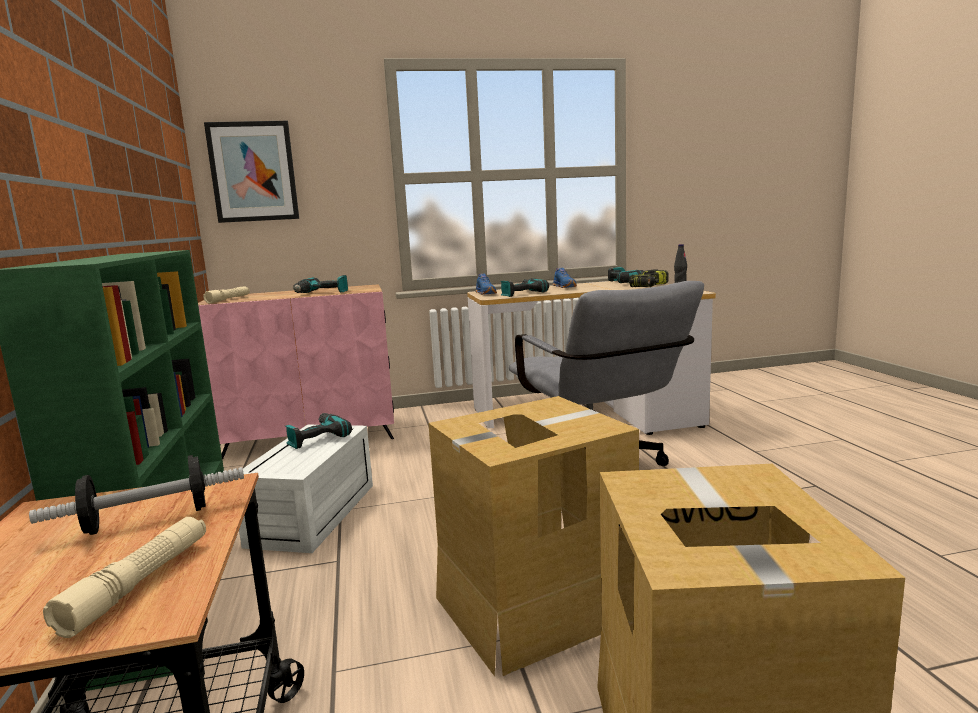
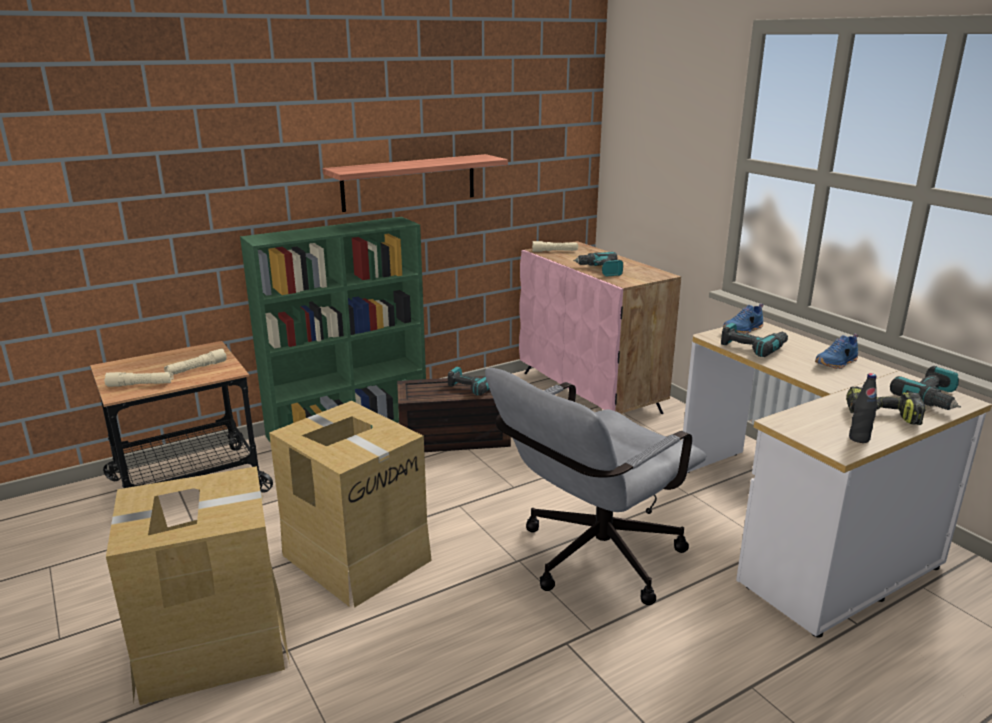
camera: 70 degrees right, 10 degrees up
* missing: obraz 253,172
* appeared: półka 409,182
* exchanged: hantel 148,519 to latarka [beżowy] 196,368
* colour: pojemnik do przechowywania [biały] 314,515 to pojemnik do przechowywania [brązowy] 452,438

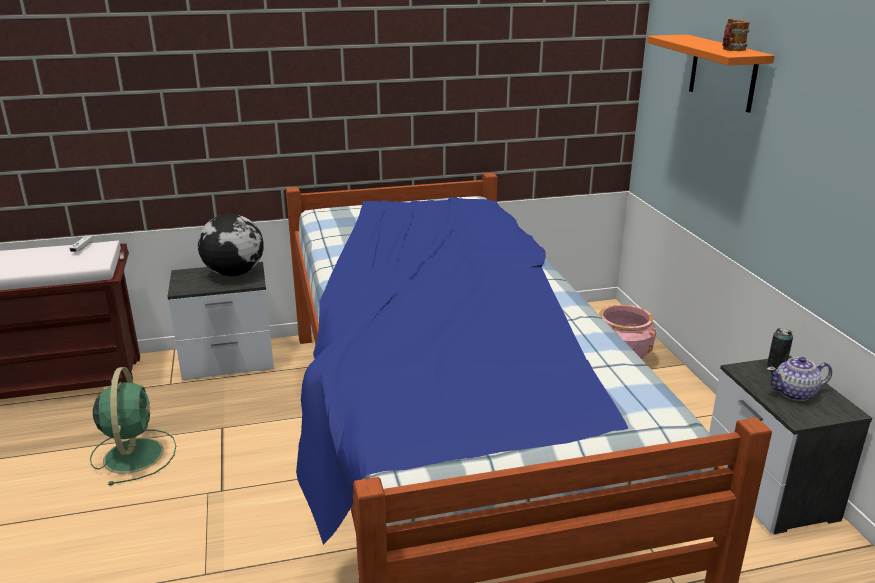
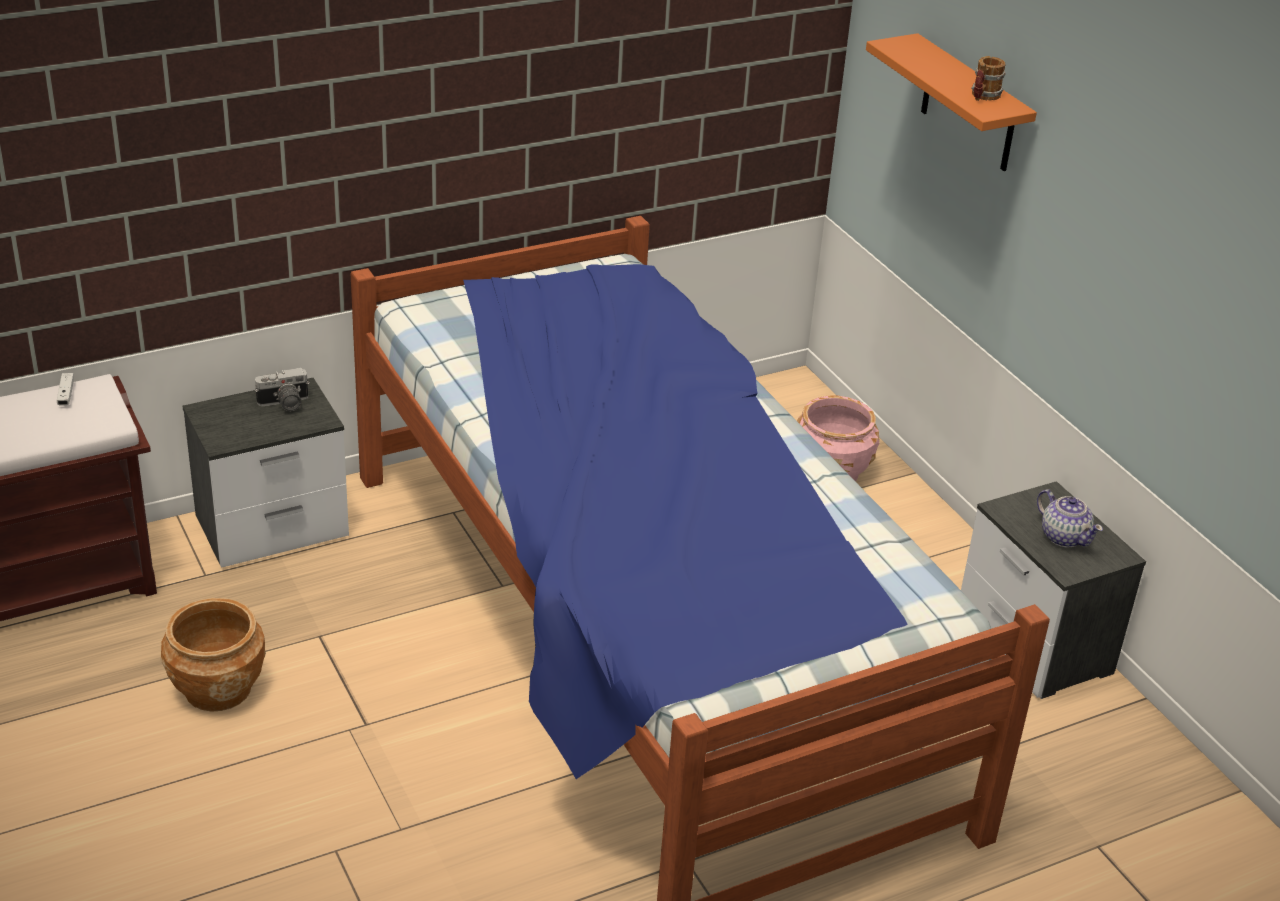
camera: 15 degrees left, 10 degrees up
* missing: puszka 776,367
* exchanged: wentylator [zielony] 134,454 to donica [brązowy] 217,688
* exchanged: globus 235,273 to aparat fotograficzny 284,404
* spun: imbryk 795,393 = 1064,536 105 degrees counterclockwise

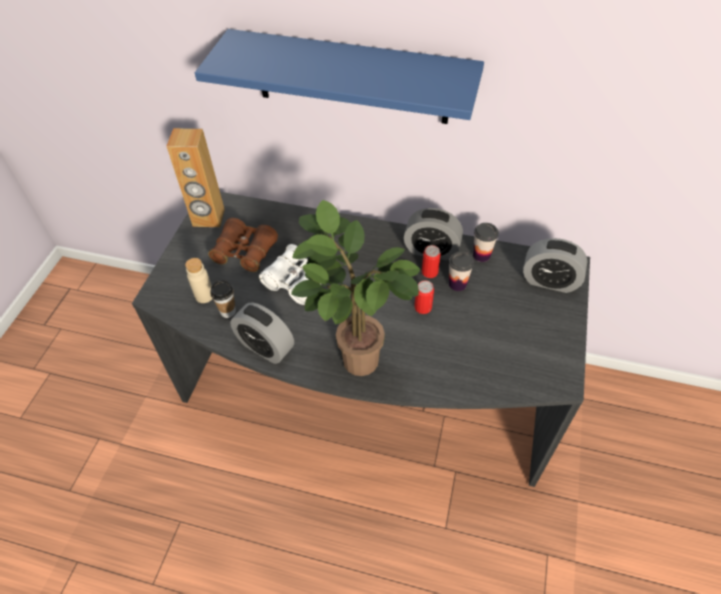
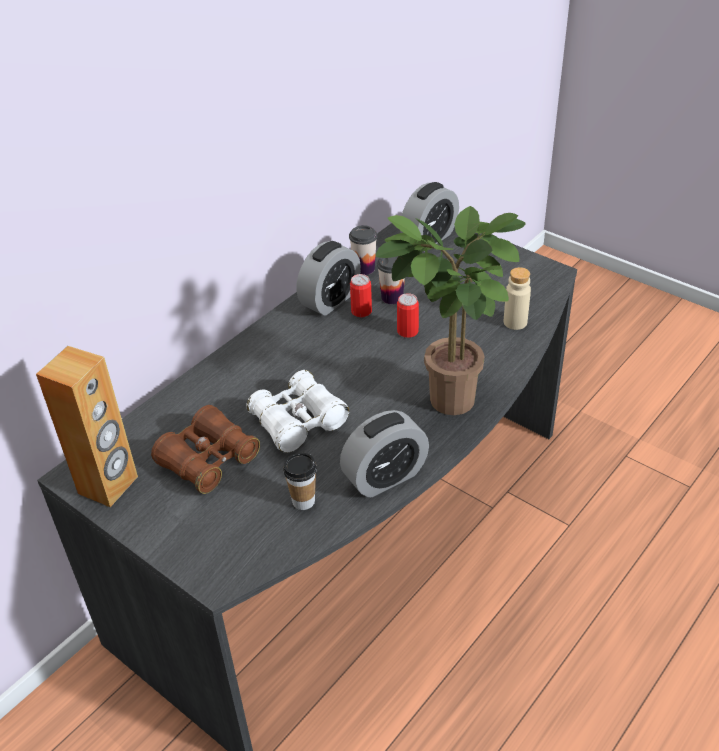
camera: 65 degrees left, 10 degrees down
* missing: półka [niebieski] 352,78
* relocated: butelka [beżowy] 204,296 to 515,322

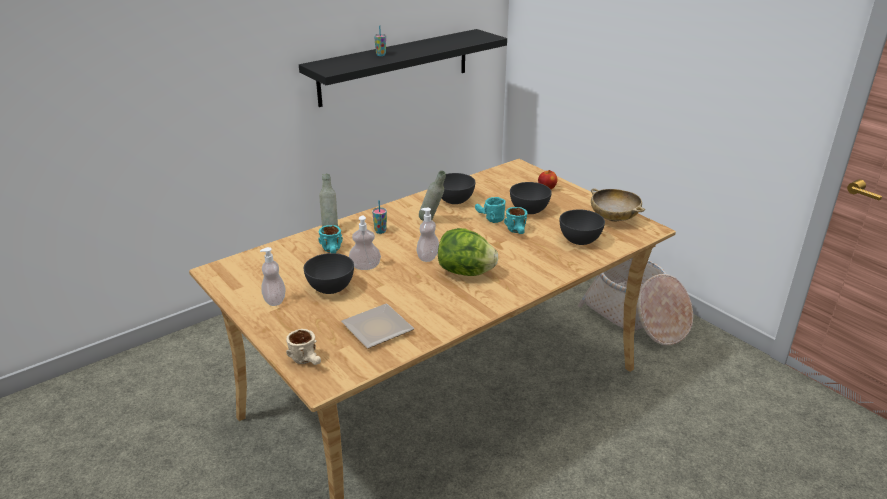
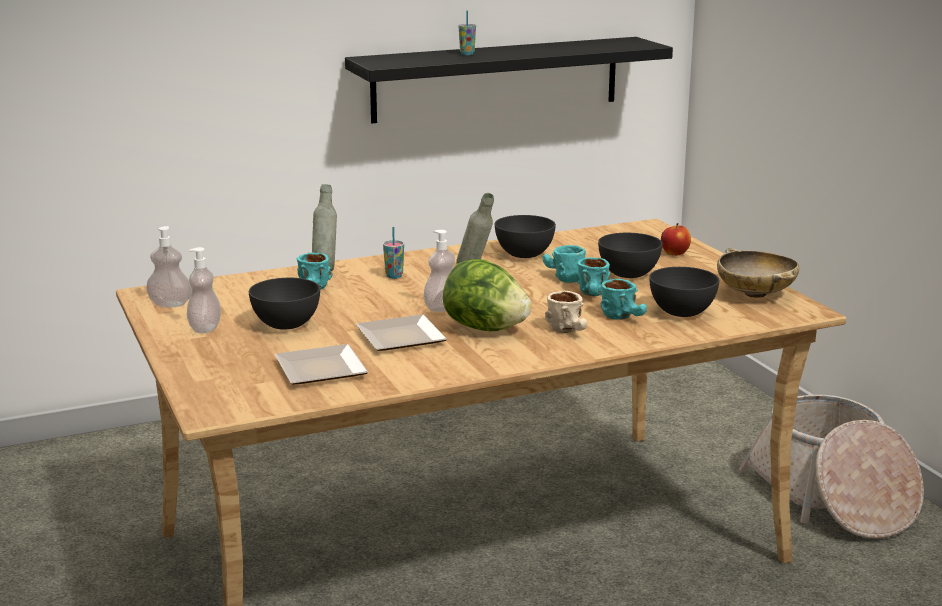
camera: 15 degrees right, 10 degrees down
* appeared: talerz 402,336
* appeared: kubek [turkusowy] 625,317
* relocated: kubek [beżowy] 309,361 to 570,331
* relocated: dozownik mydła 365,266 to 170,304

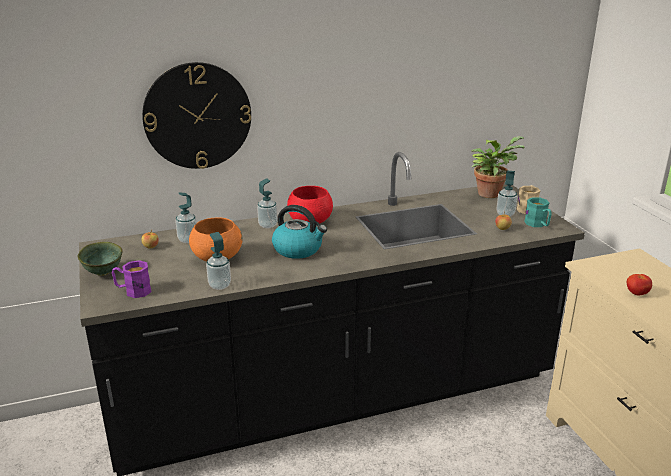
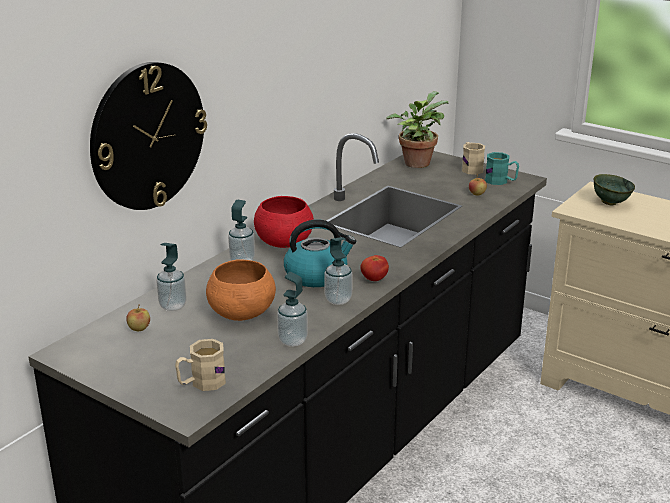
camera: 35 degrees left, 0 degrees up
* relocated: miska [zielony] 104,272 to 610,202
* relocated: dozownik mydła 505,214 to 338,300
* relocated: pomidor 636,293 to 374,279
* colour: kubek [fioletowy] 133,291 to kubek [beżowy] 201,383

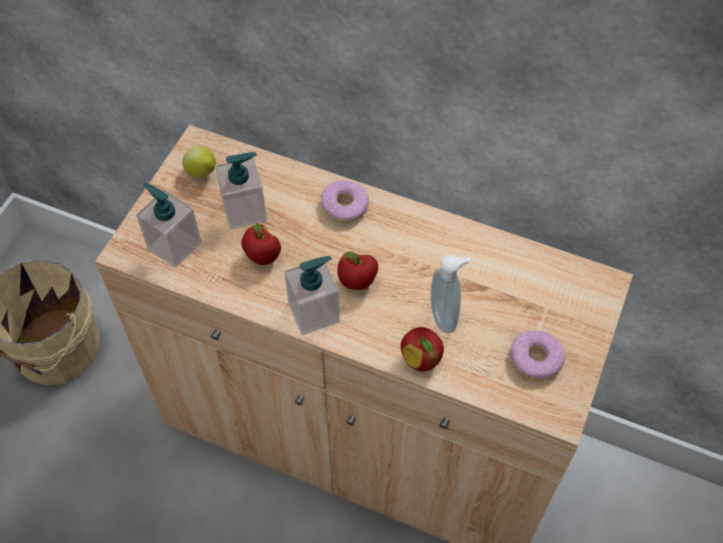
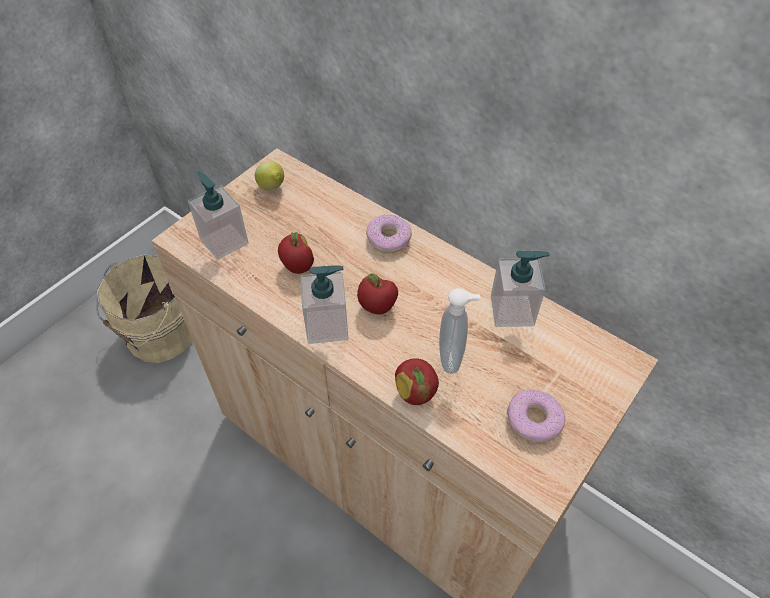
camera: 15 degrees right, 5 degrees down
* relocated: dozownik mydła 245,211 to 512,311

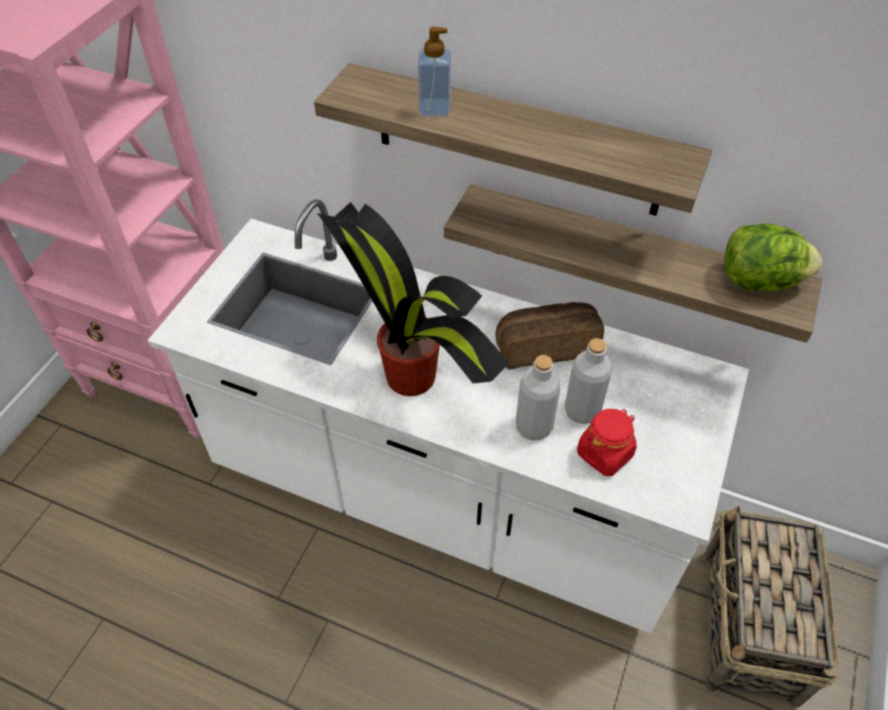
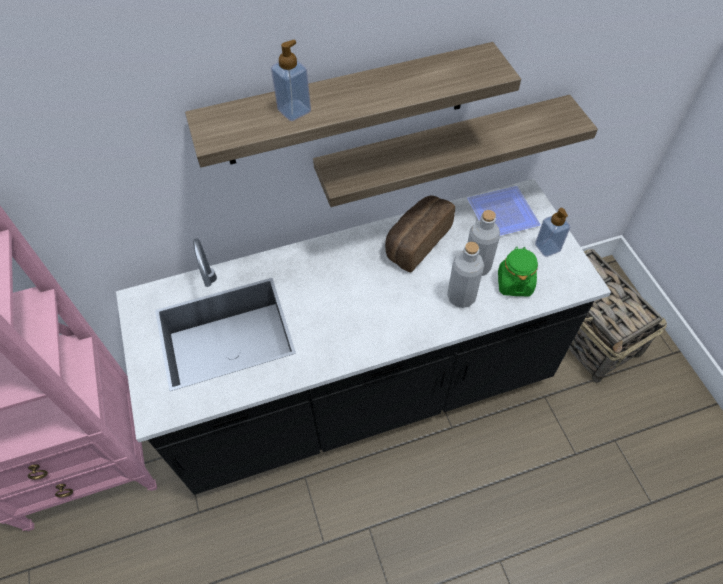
camera: 40 degrees left, 5 degrees up
* missing: roślina doniczkowa 412,378
* missing: sałata 759,281
* appeared: talerz 501,216
* appeared: dozownik mydła 547,247
* colour: zabudowa kuchenna [biały] 444,496 to zabudowa kuchenna [czarny] 364,392
* colour: słoik [czerwony] 604,453 to słoik [zielony] 514,283

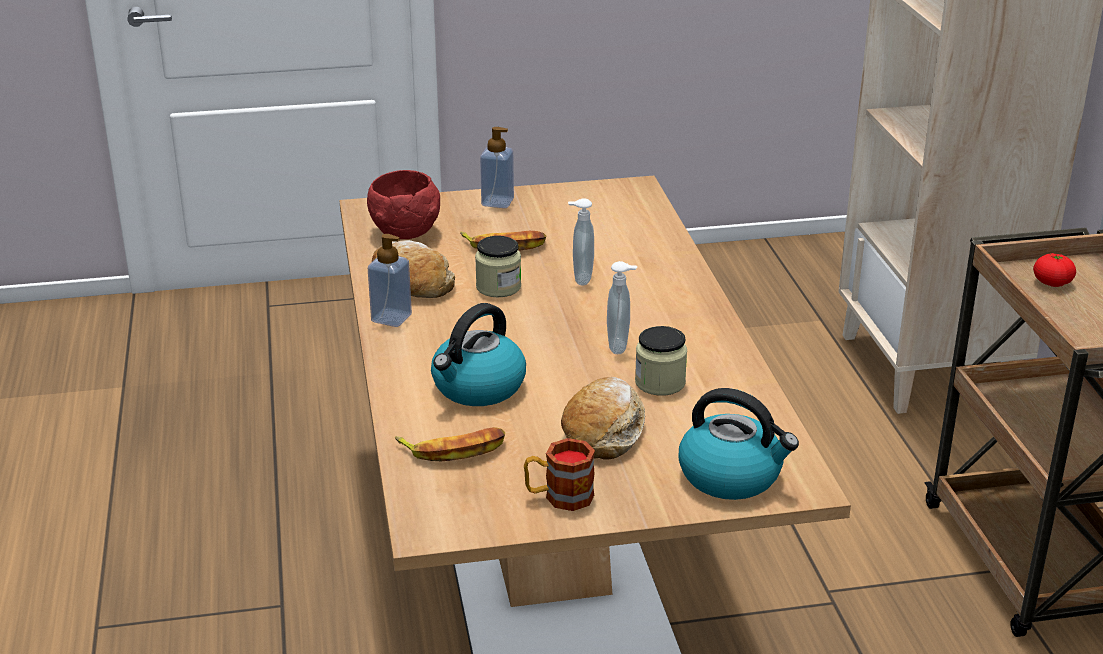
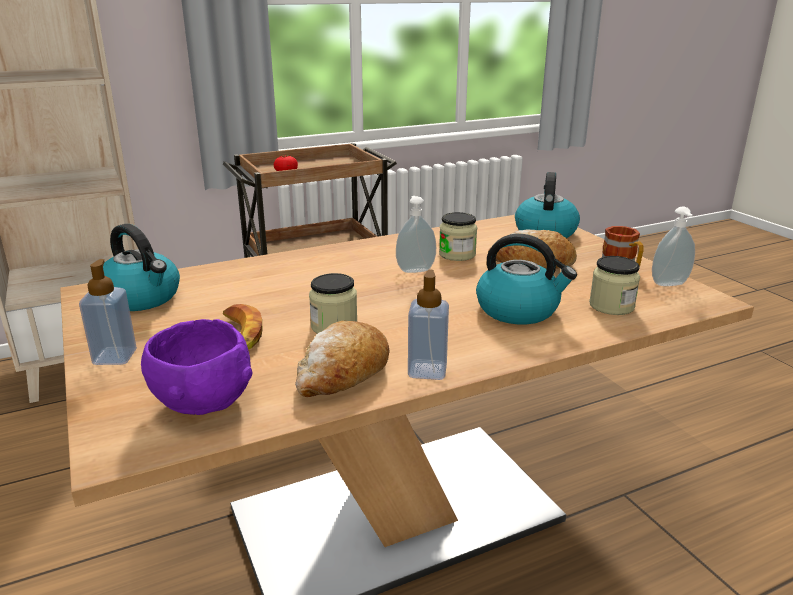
camera: 105 degrees left, 5 degrees down
* appeared: czajnik 142,298
* relocated: dozownik mydła 580,278 to 670,284
* exchanged: banan 454,449 to słoik 611,306
* colour: miska [czerwony] 405,232 to miska [fioletowy] 203,403

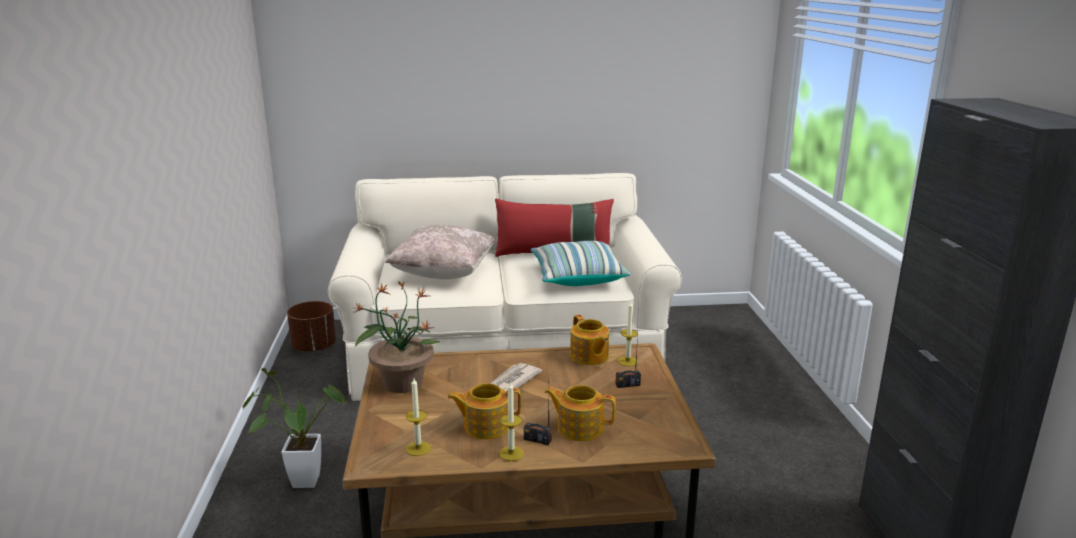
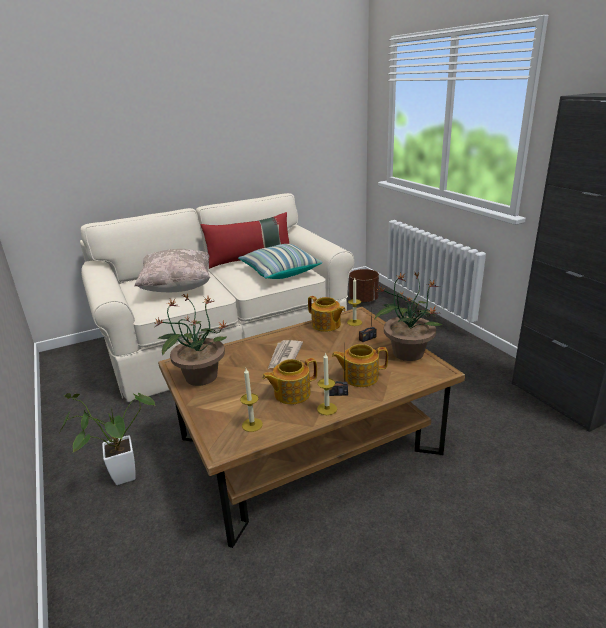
camera: 20 degrees left, 5 degrees up
* appeared: roślina doniczkowa 407,352
* relocated: donica [brązowy] 314,347 to 363,300

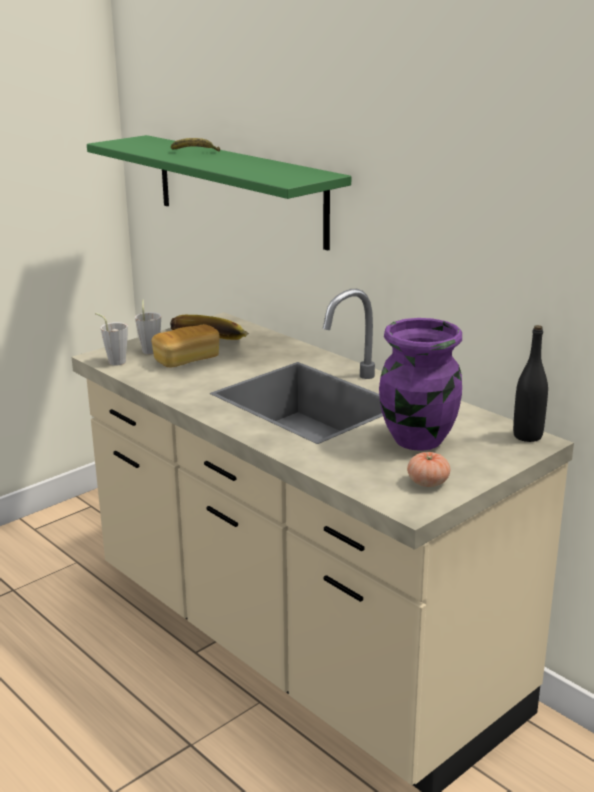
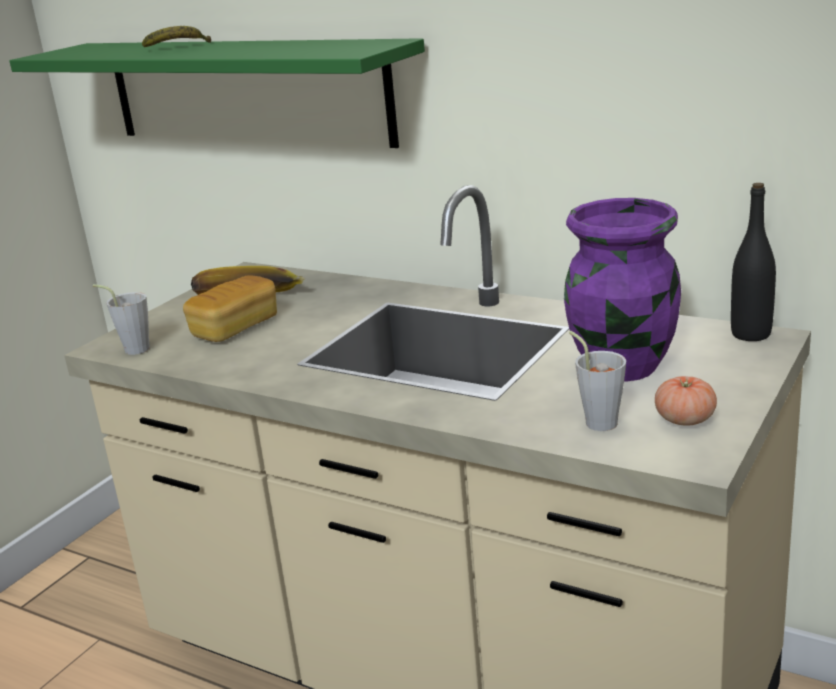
camera: 15 degrees left, 0 degrees up
* relocated: filiżanka [szary] 150,349 to 597,420

